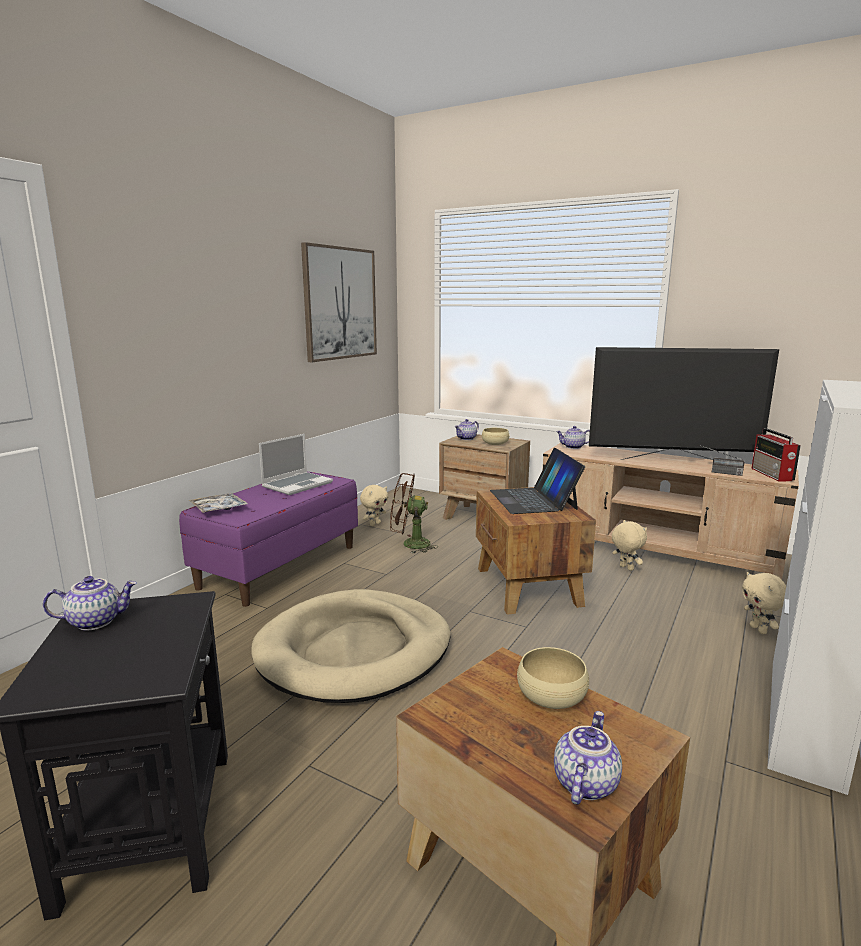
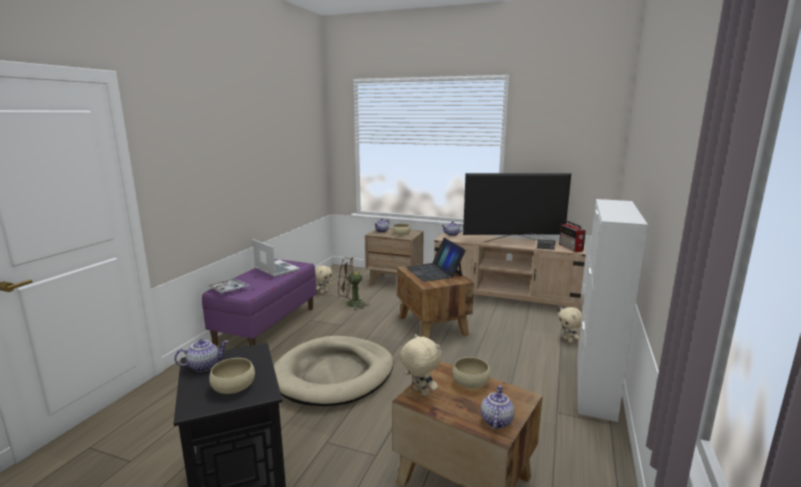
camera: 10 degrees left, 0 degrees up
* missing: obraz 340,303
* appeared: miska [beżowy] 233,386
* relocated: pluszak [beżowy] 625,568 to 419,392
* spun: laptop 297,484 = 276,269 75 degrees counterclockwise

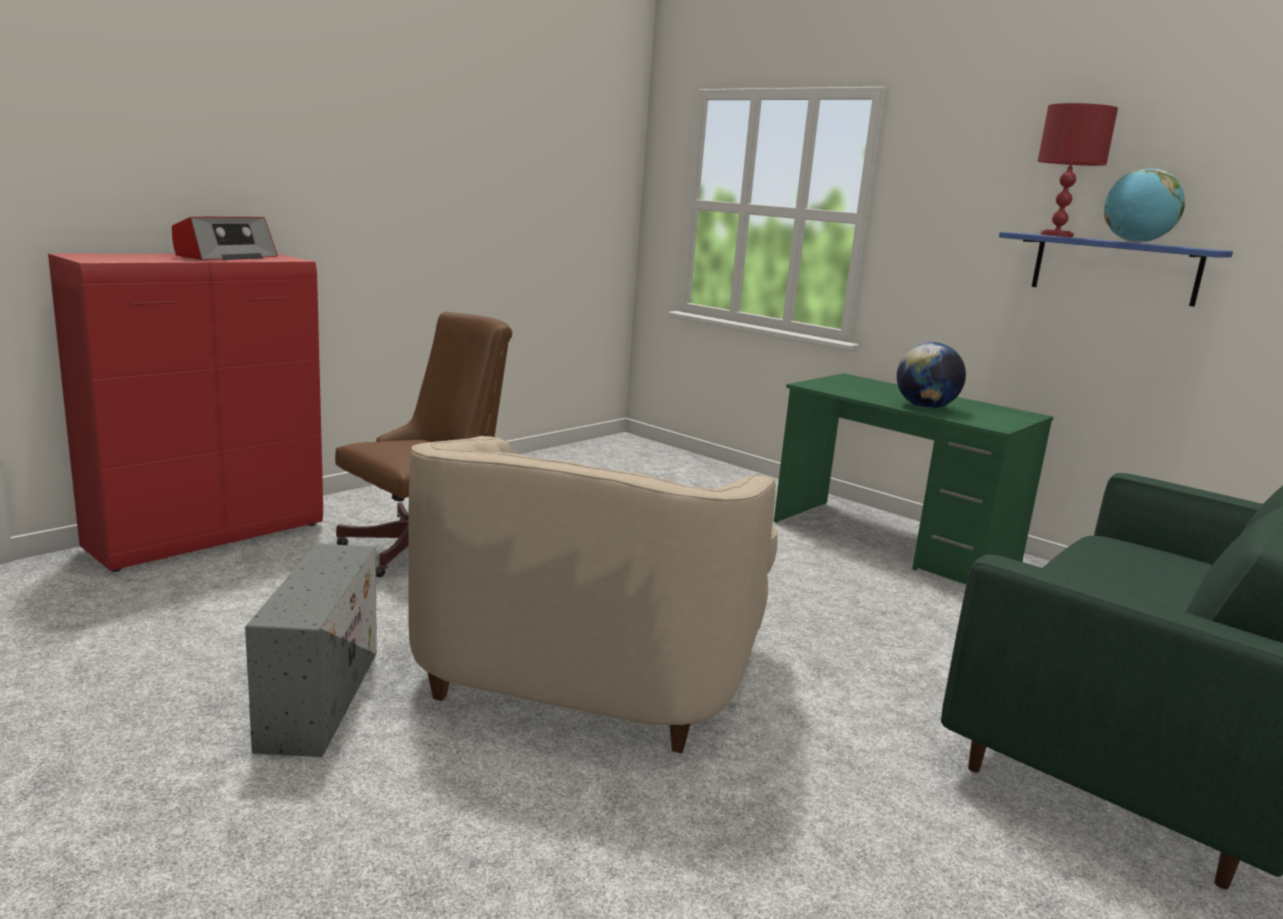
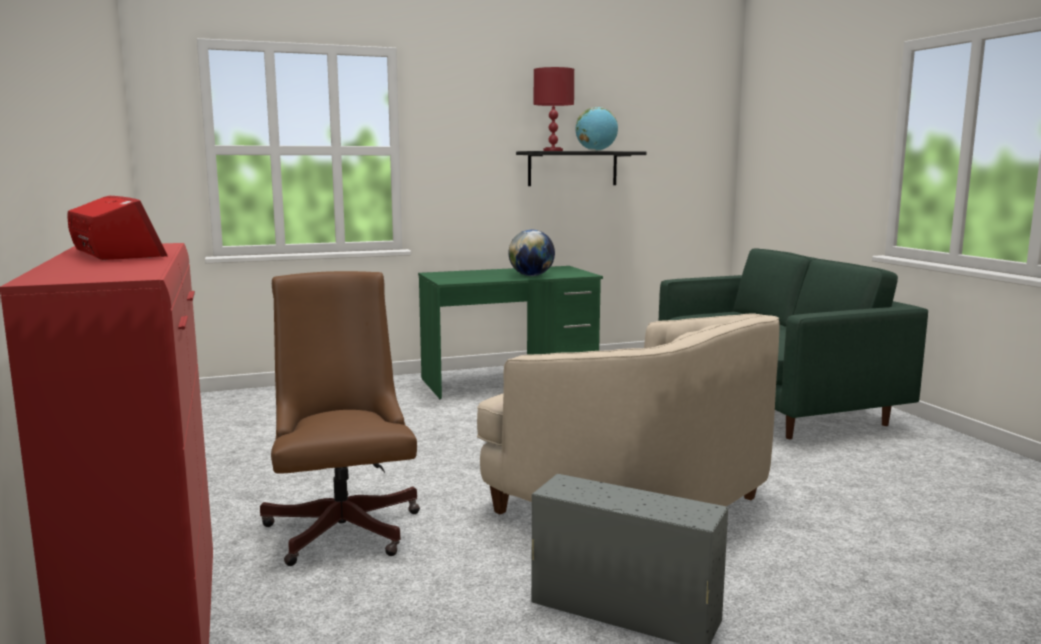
camera: 60 degrees left, 5 degrees down
* colour: półka [niebieski] 1115,269 to półka [czarny] 572,168

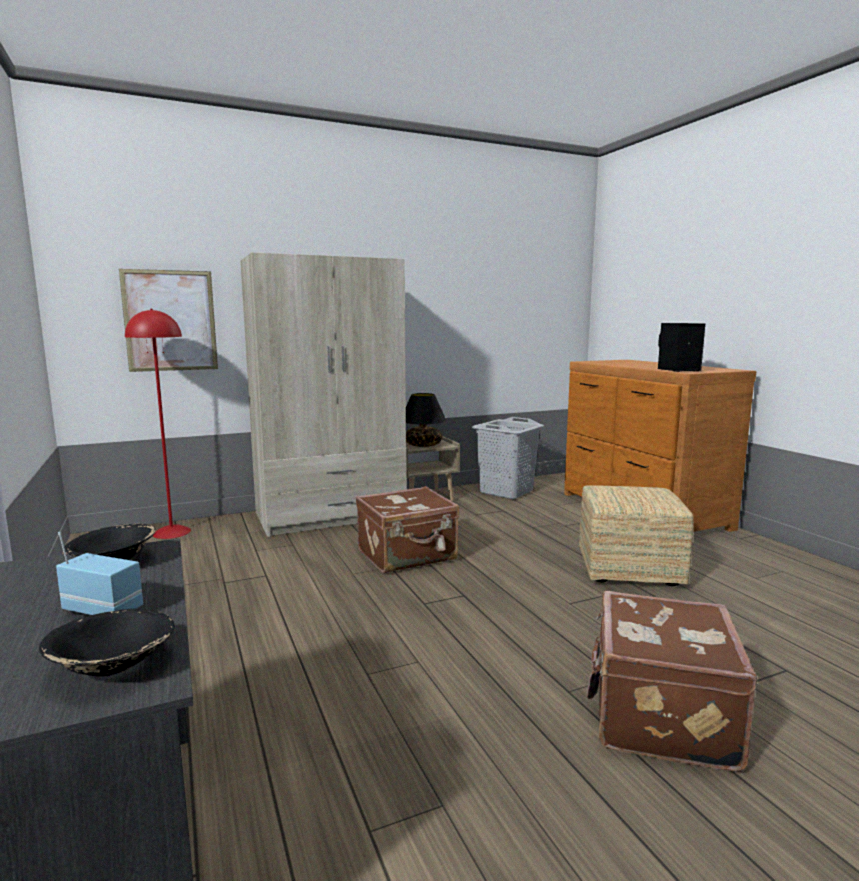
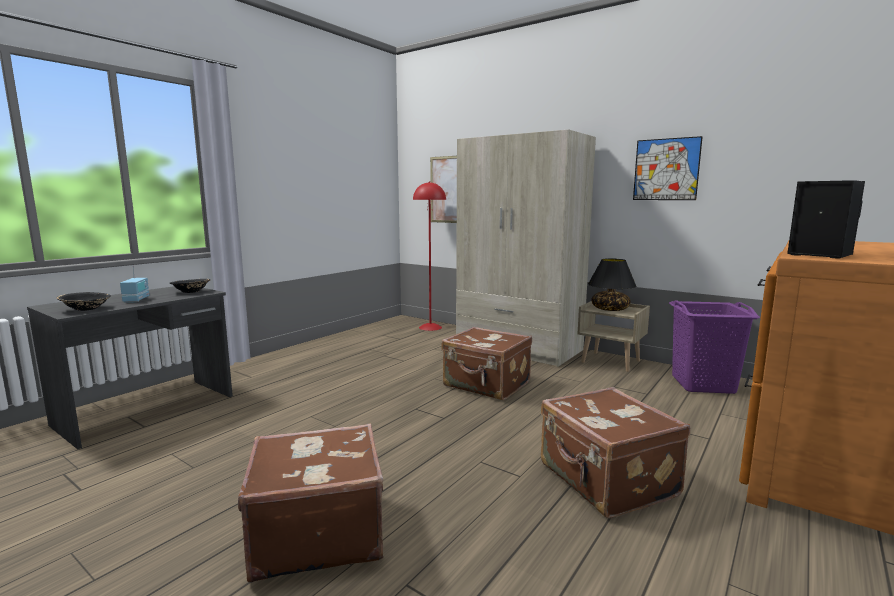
camera: 60 degrees right, 0 degrees up
* appeared: obraz 666,169
* exchanged: pufa 630,569 to walizka [brązowy] 606,481
* colour: kosz na pranie [szary] 506,492 to kosz na pranie [fioletowy] 703,385

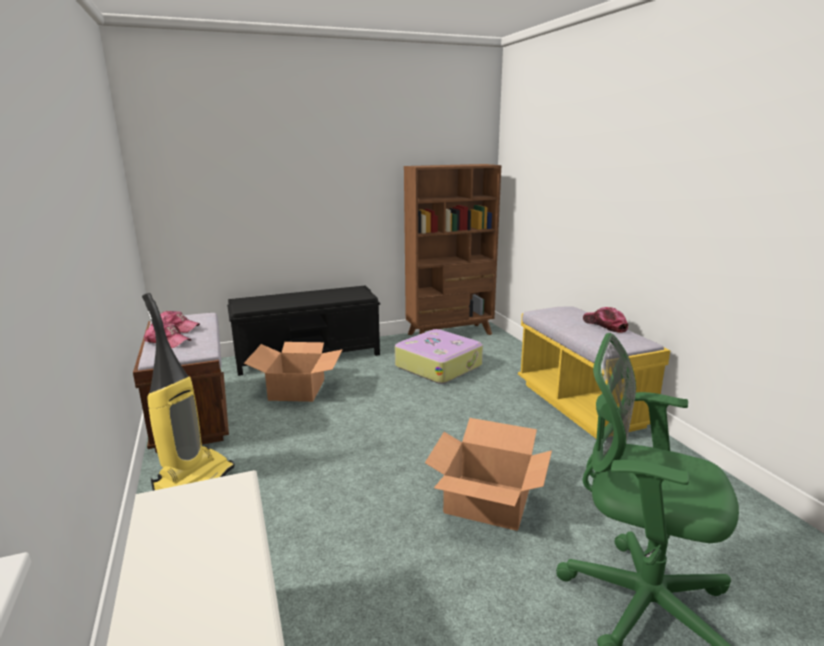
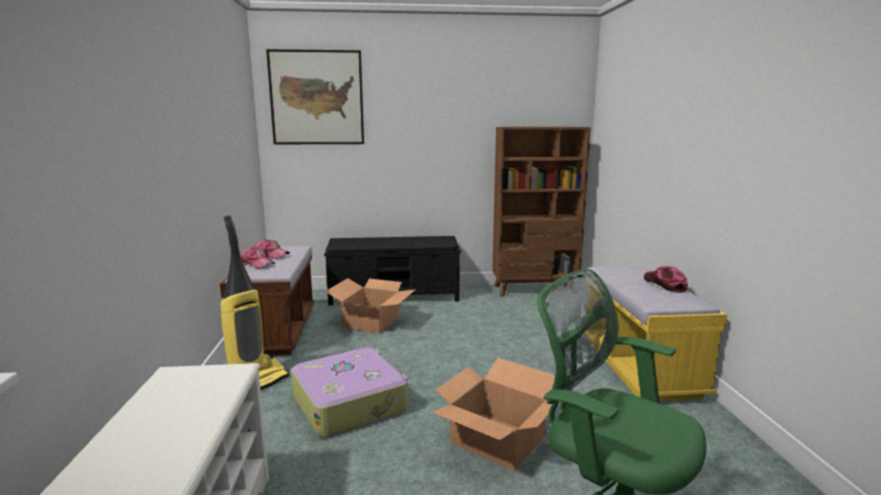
camera: 15 degrees right, 5 degrees down
* appeared: obraz 317,98
* relocated: walizka 438,366 to 350,403

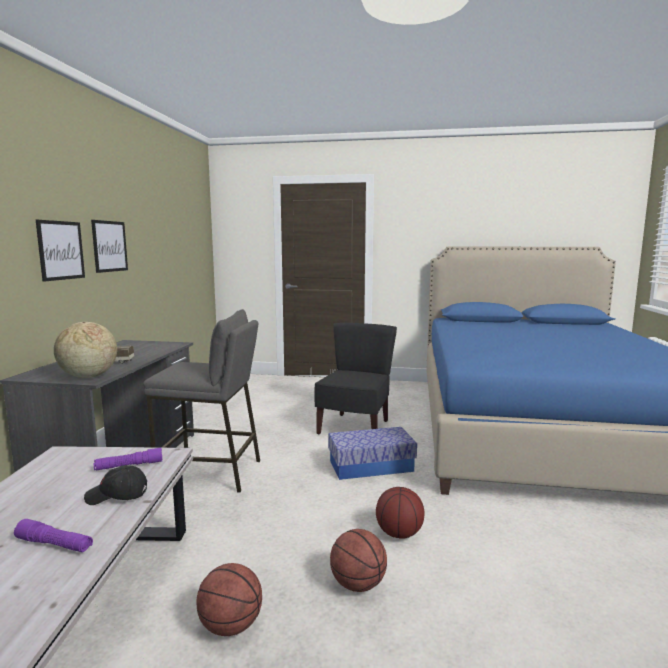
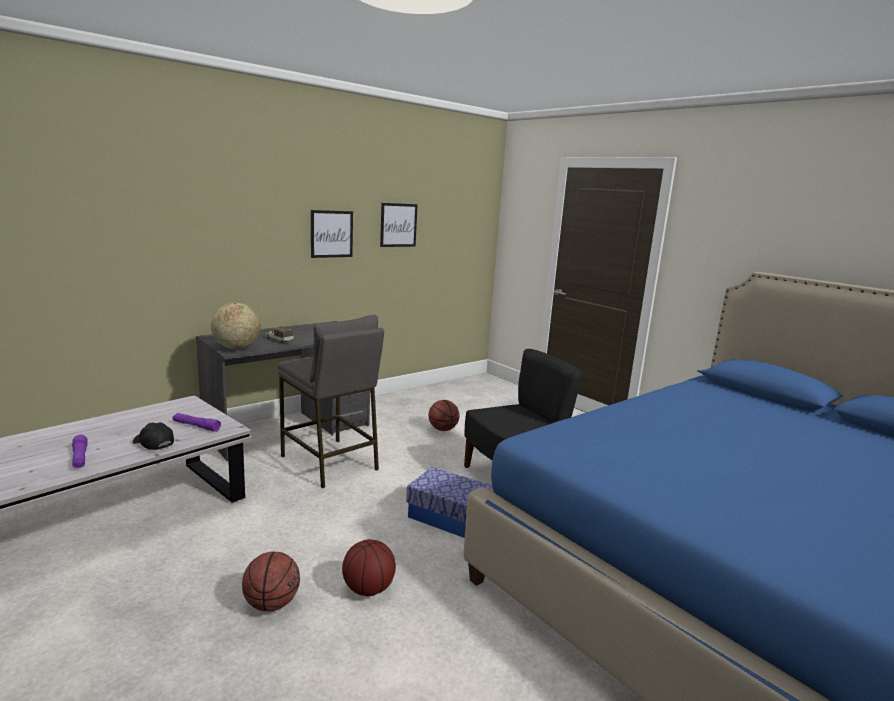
camera: 40 degrees right, 5 degrees up
* relocated: obraz 61,250 to 398,225
* relocated: piłka do koszykówki 230,626 to 443,429

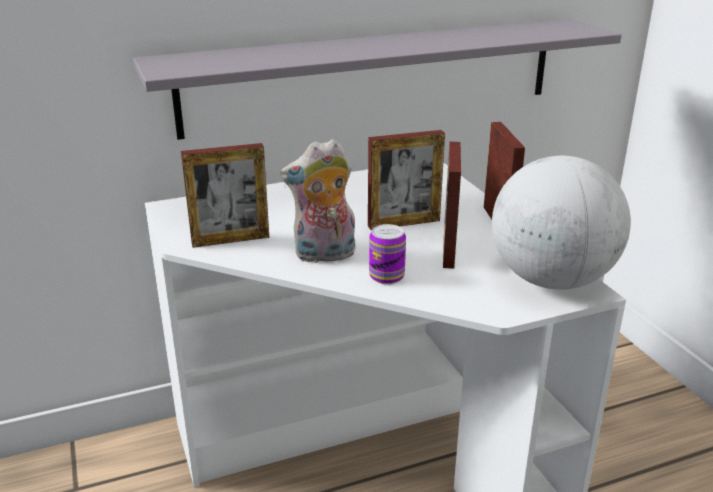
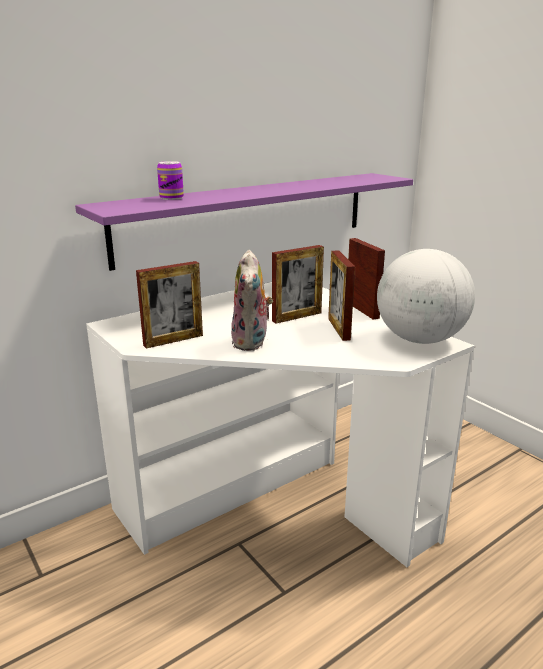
camera: 15 degrees left, 5 degrees down
* relocated: puszka 386,276 to 171,198
* colour: półka [szary] 374,76 to półka [fioletowy] 249,216
* spun: pluszak 324,255 = 252,342 60 degrees counterclockwise

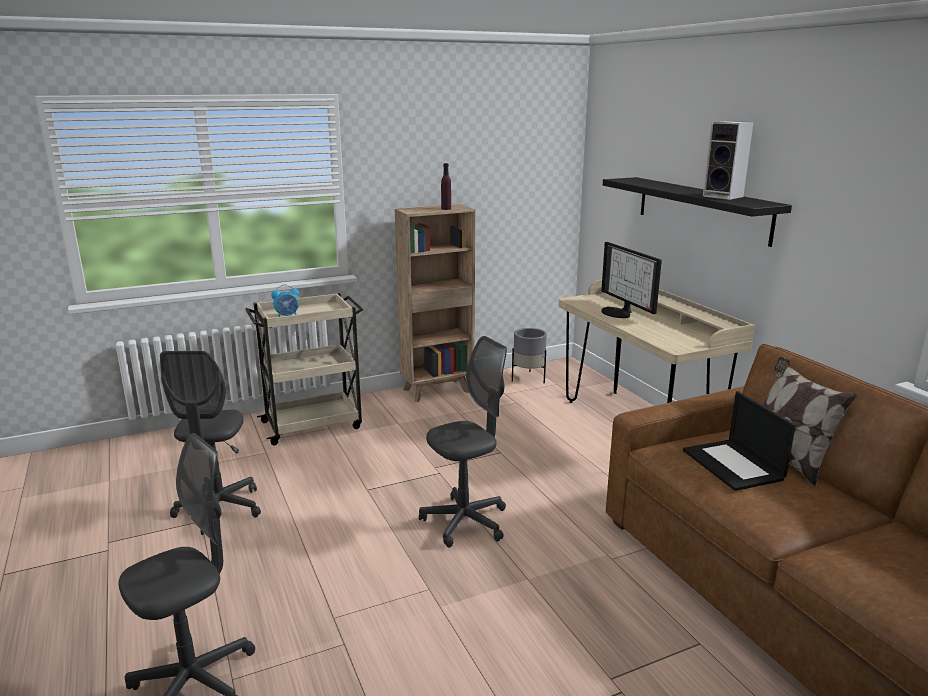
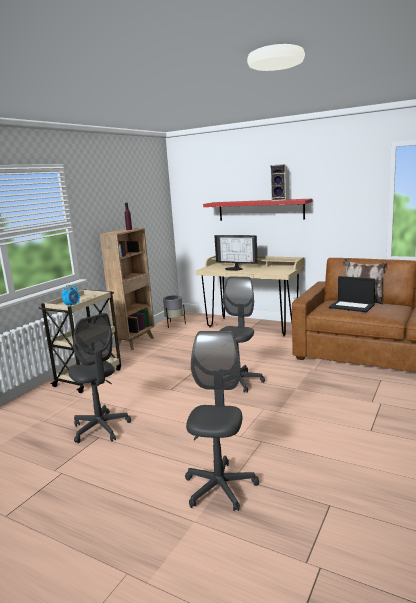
camera: 35 degrees left, 5 degrees down
* colour: półka [czarny] 701,209 to półka [czerwony] 260,210

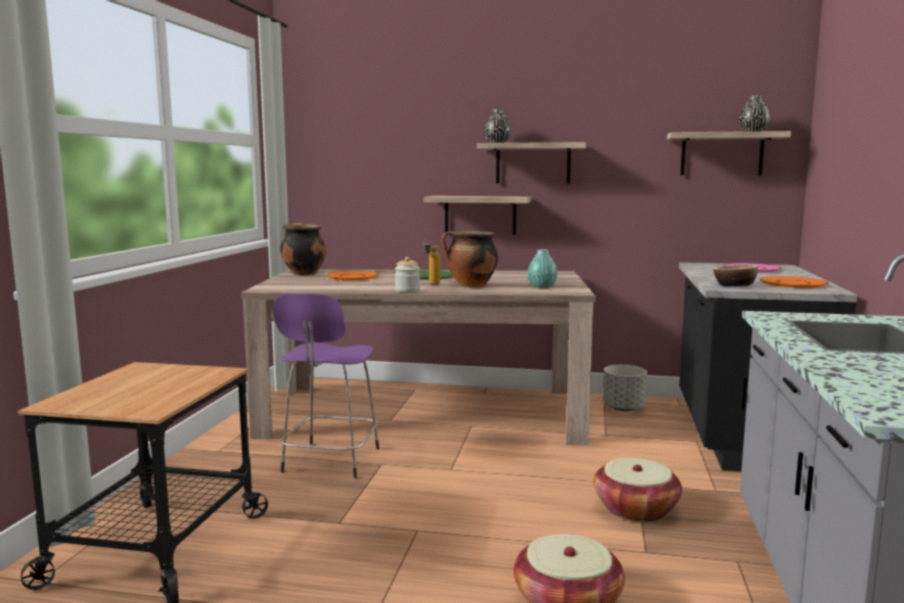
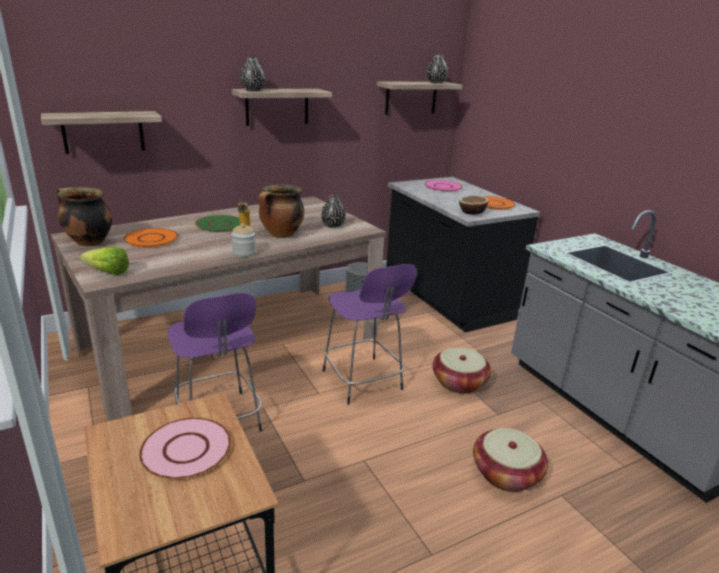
camera: 40 degrees left, 15 degrees up
* appeared: sałata 105,272
* appeared: talerz [różowy] 186,449
* appeared: stołek [fioletowy] 363,382
* relocated: półka 480,215 to 103,132
* colour: wazon [turkusowy] 542,286 to wazon [czarny] 333,225

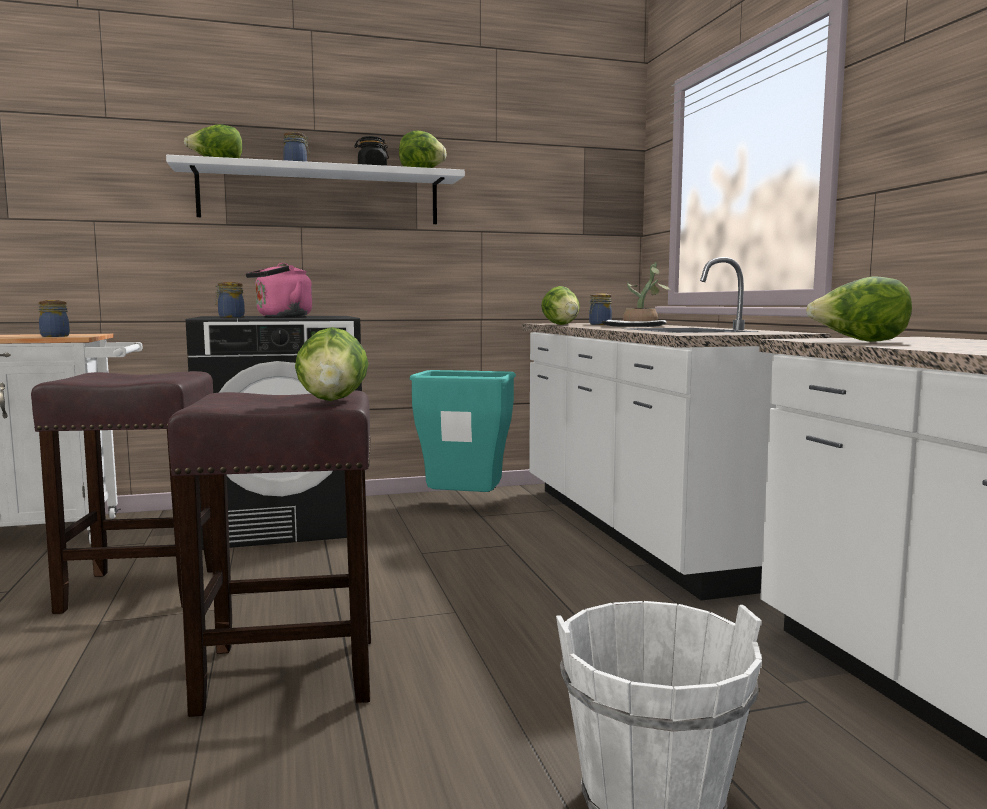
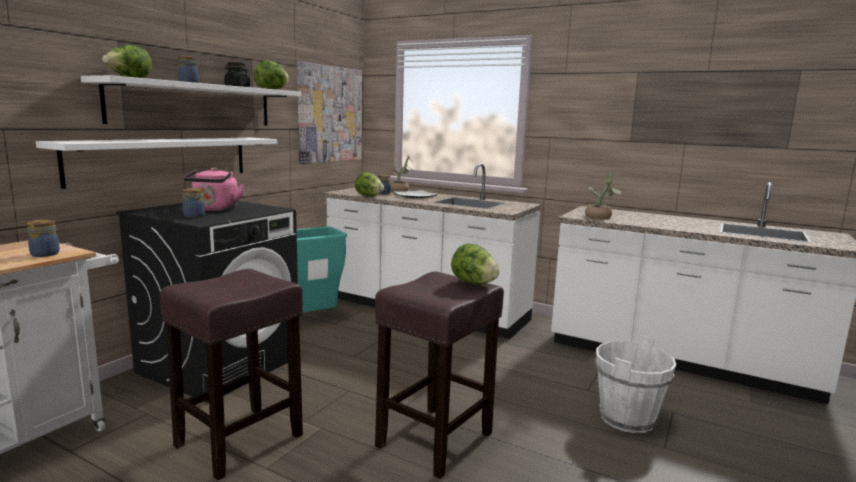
camera: 45 degrees left, 5 degrees up
* appeared: półka [biały] 163,159
* appeared: obraz 329,114
* exchanged: sałata 859,341 to roślina doniczkowa 600,217

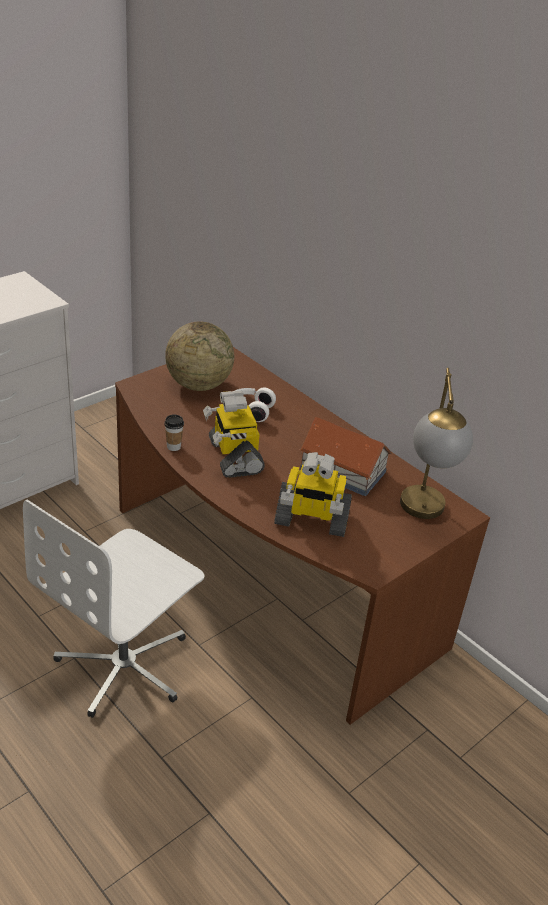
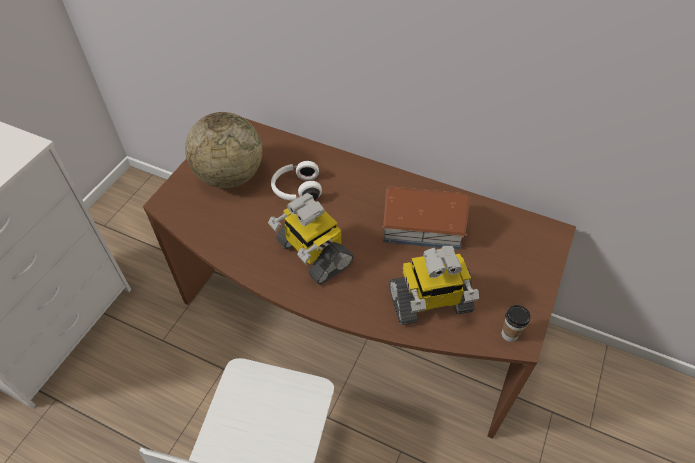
camera: 20 degrees left, 15 degrees up
* missing: lampa stołowa 423,515
* relocated: filiżanka 173,447 to 509,334

